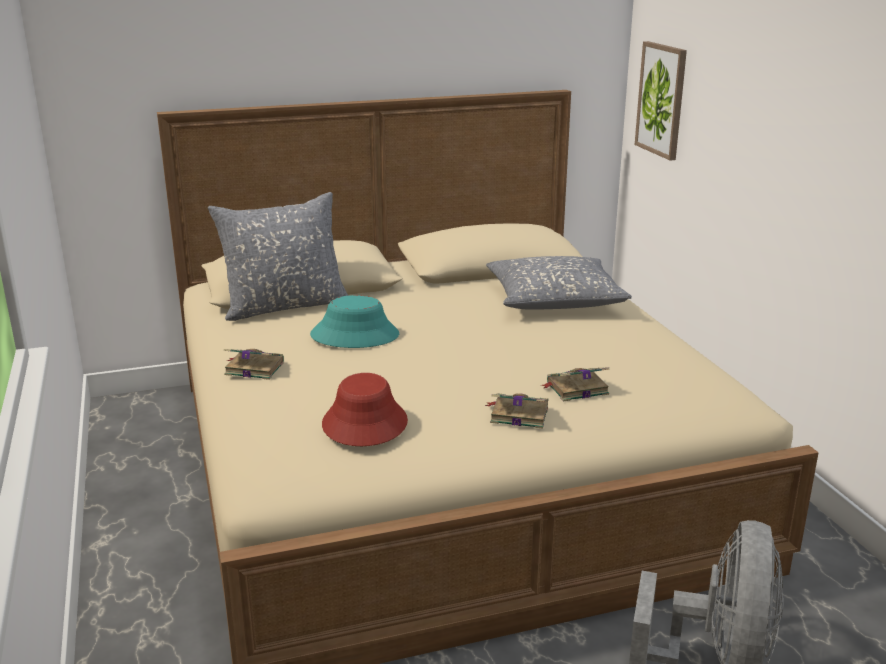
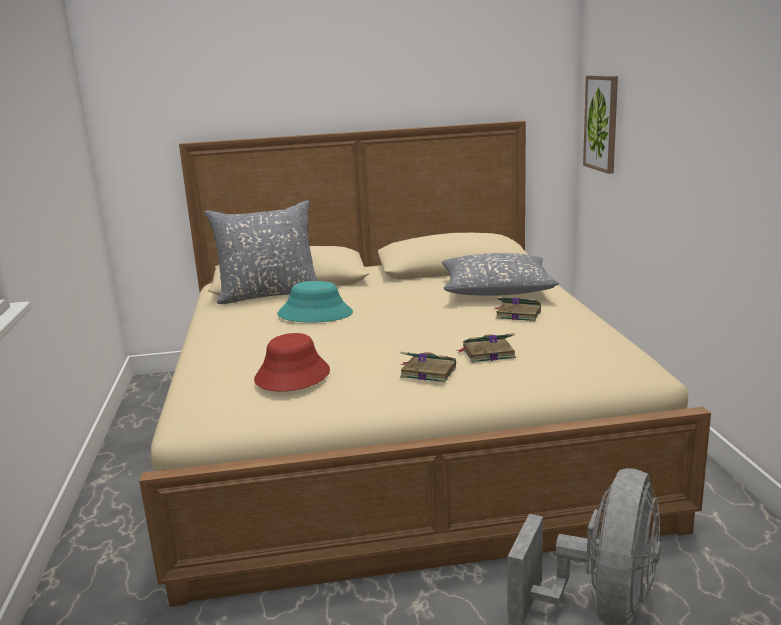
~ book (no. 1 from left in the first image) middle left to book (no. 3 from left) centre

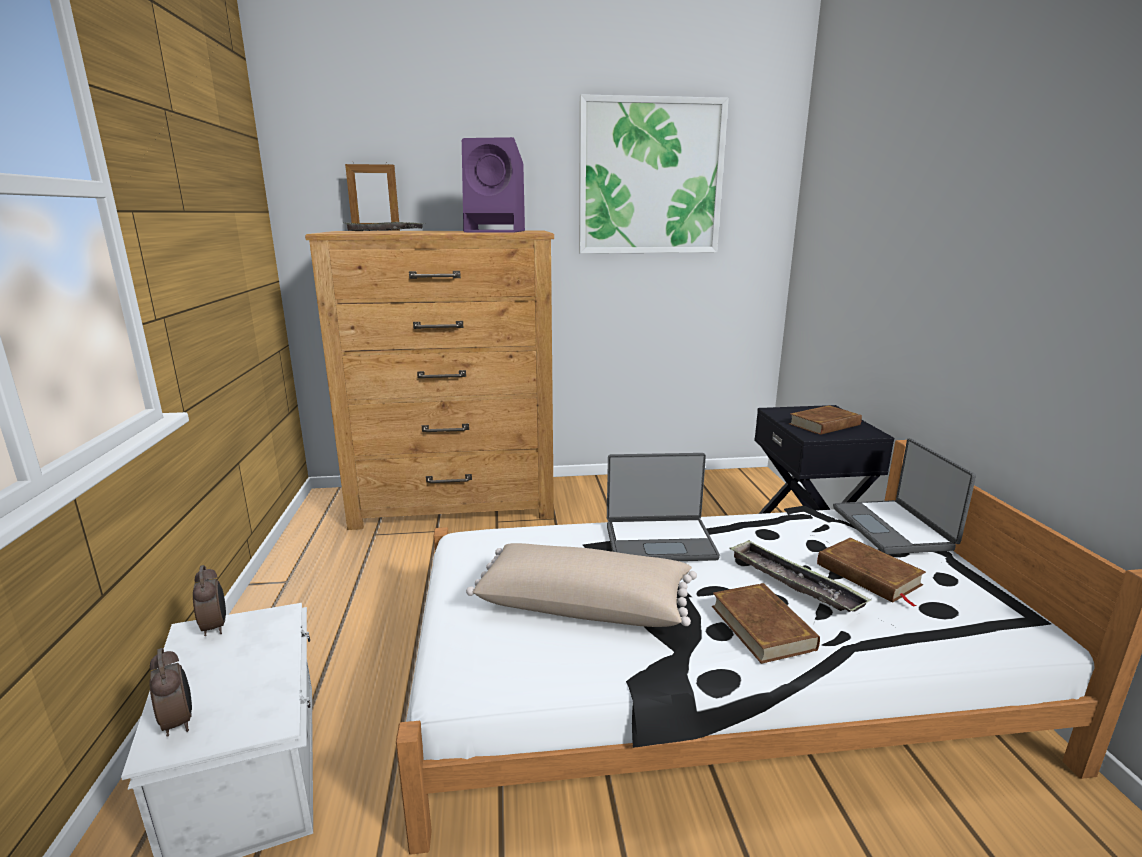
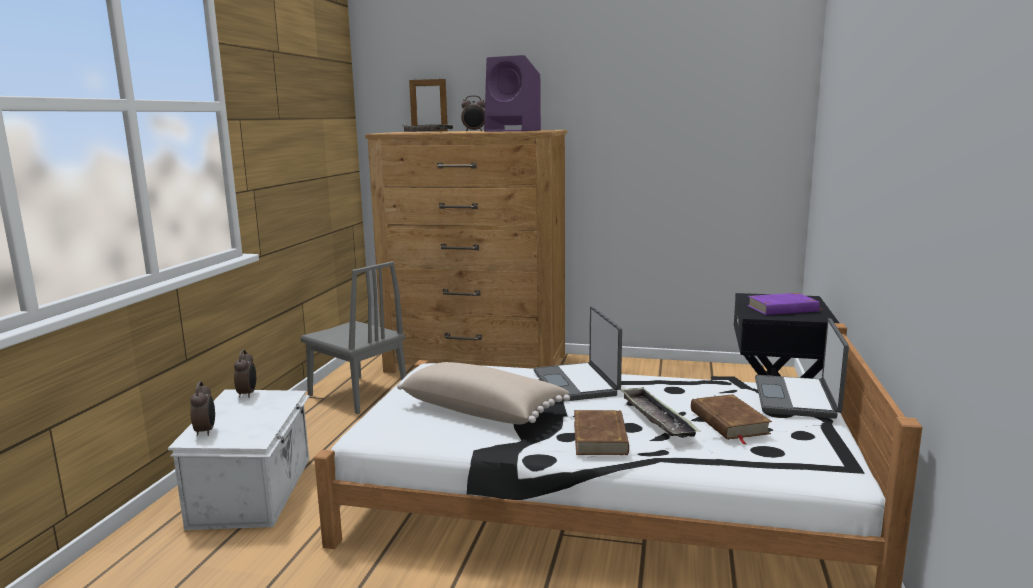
- picture top centre
+ grey chair centre
+ alarm clock (no. 3 from left) top centre
~ brown book (no. 2 from left) middle right to purple book middle right
~ laptop (no. 1 from left) centre = centre 60 degrees clockwise

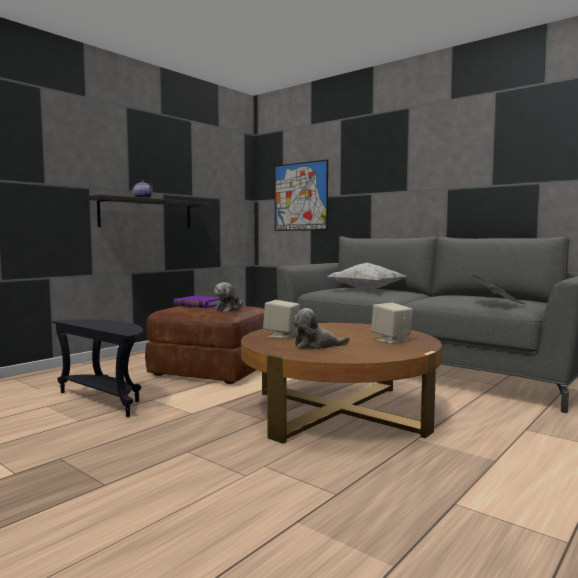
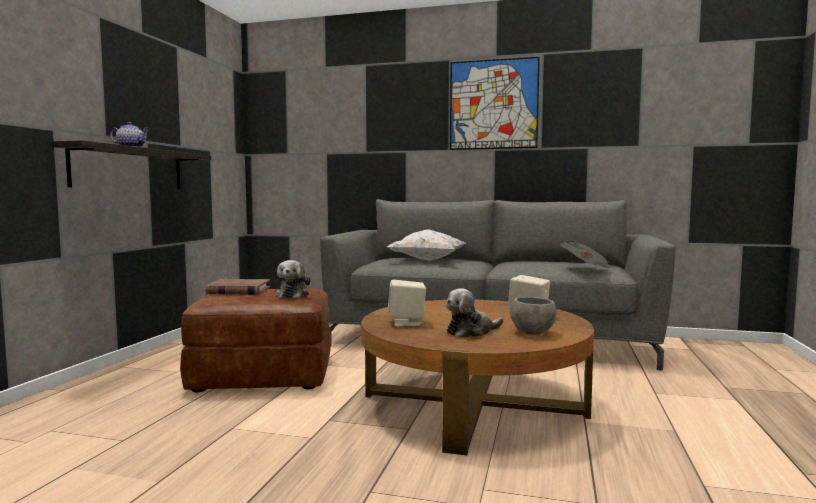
- black side table middle left
+ grey bowl centre
~ picture centre to top centre
~ purple book centre to brown book middle left

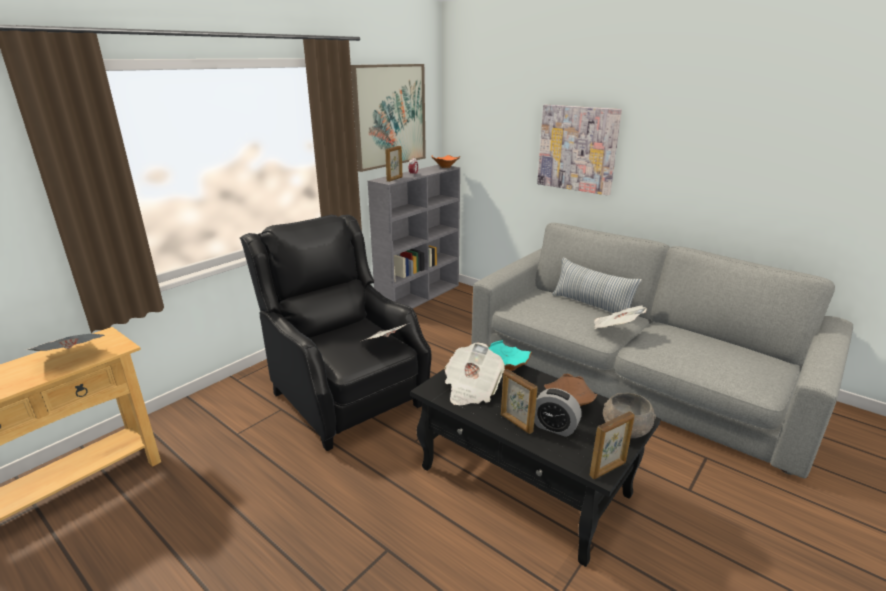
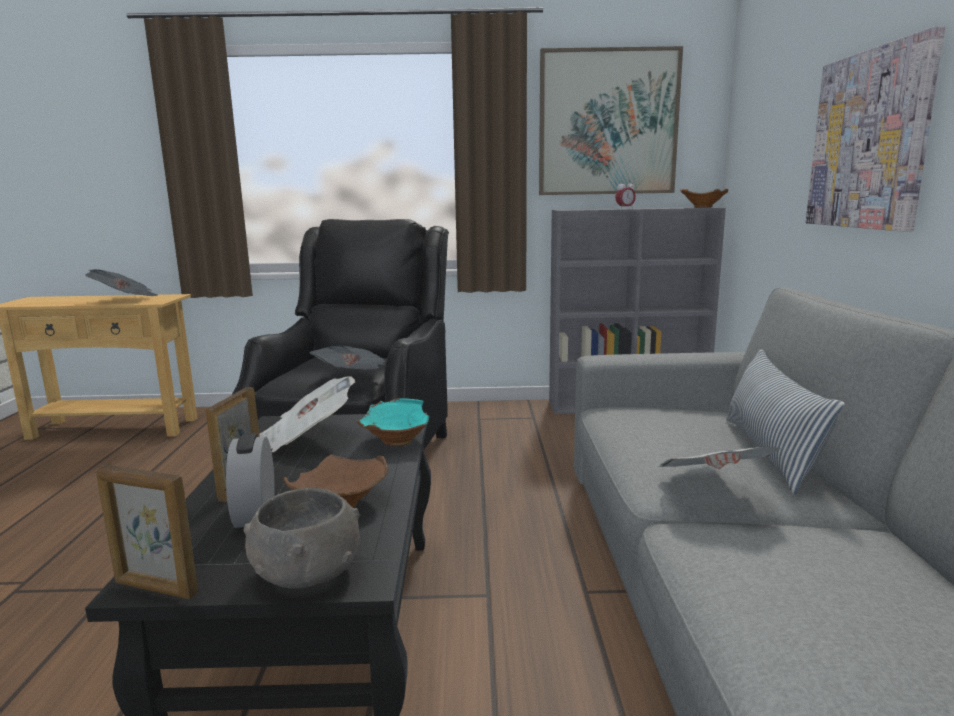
- picture frame (no. 1 from left) top centre

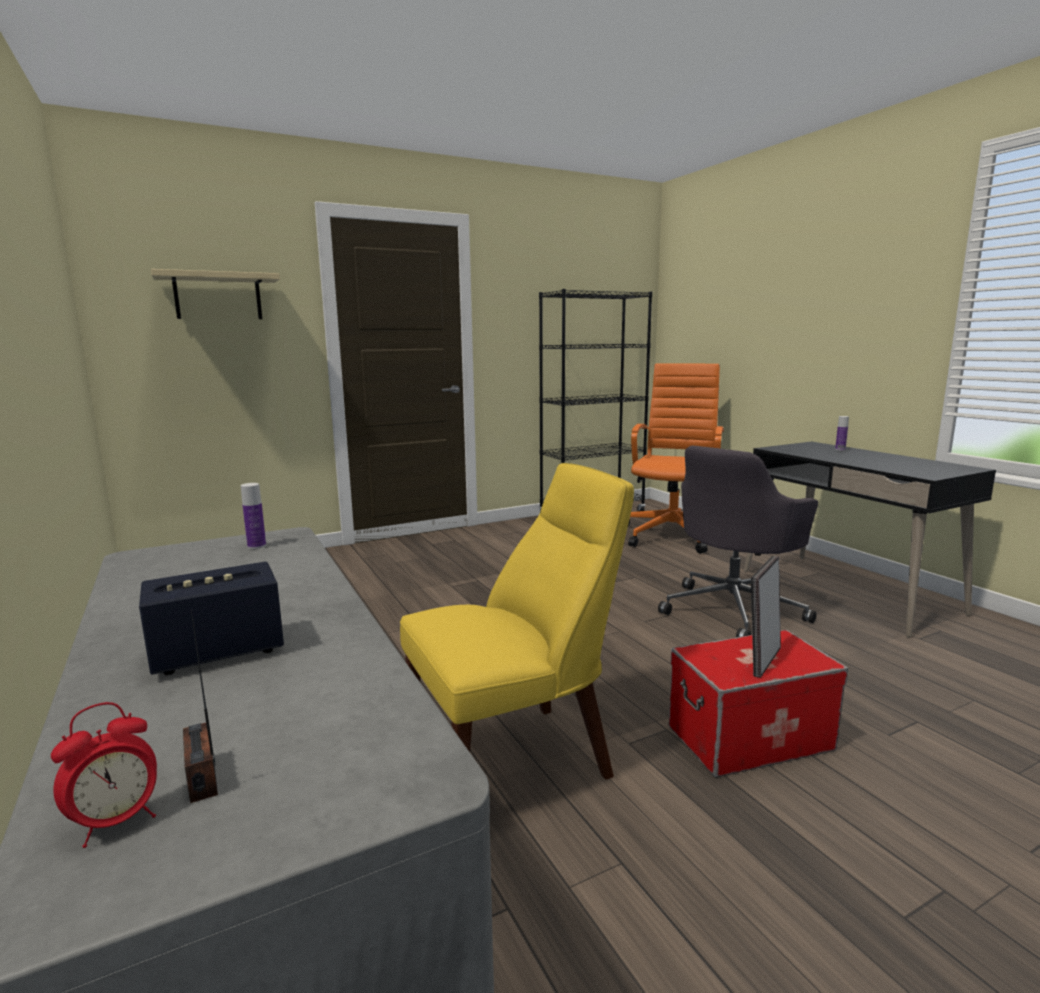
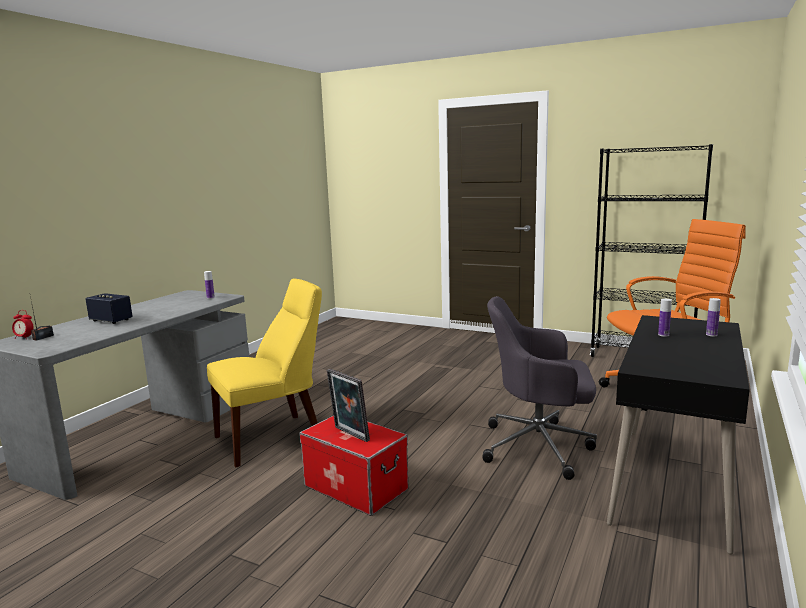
- beige shelf top left
+ bottle (no. 2 from left) middle right
~ yellow chair centre = middle left 60 degrees counterclockwise
~ picture frame middle right = centre 135 degrees counterclockwise

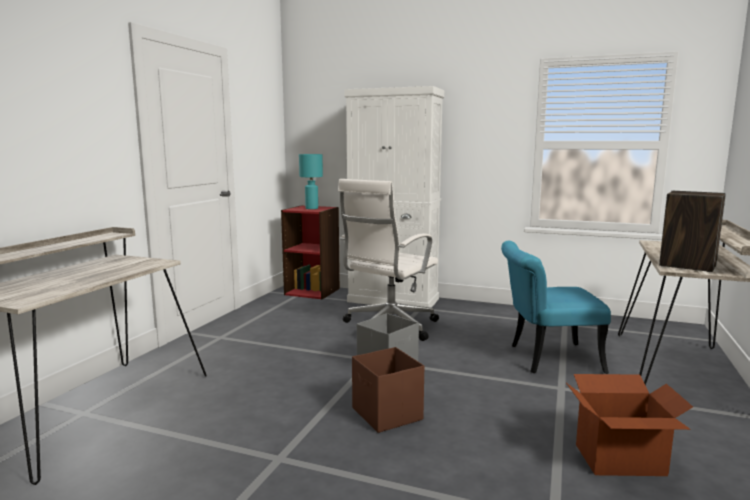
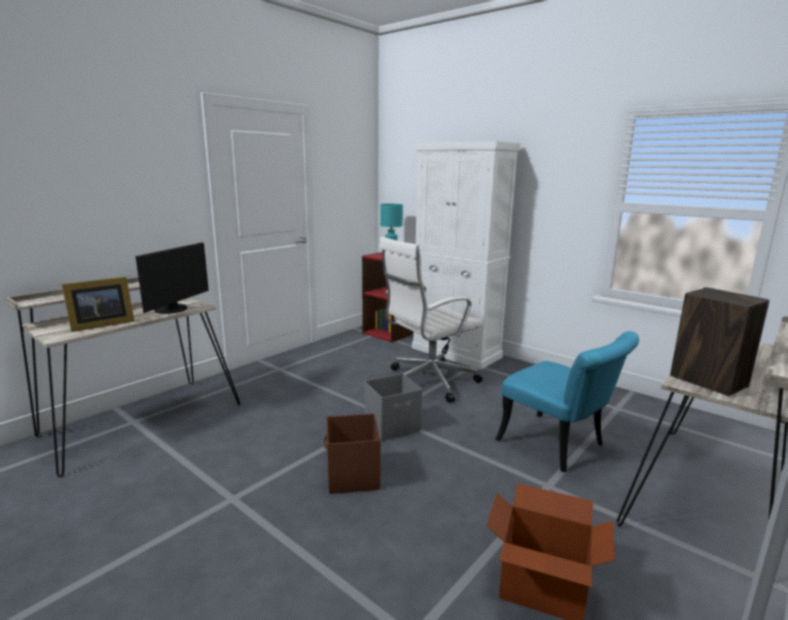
+ picture frame middle left
+ monitor middle left
~ turquoise chair middle right = middle right 150 degrees counterclockwise

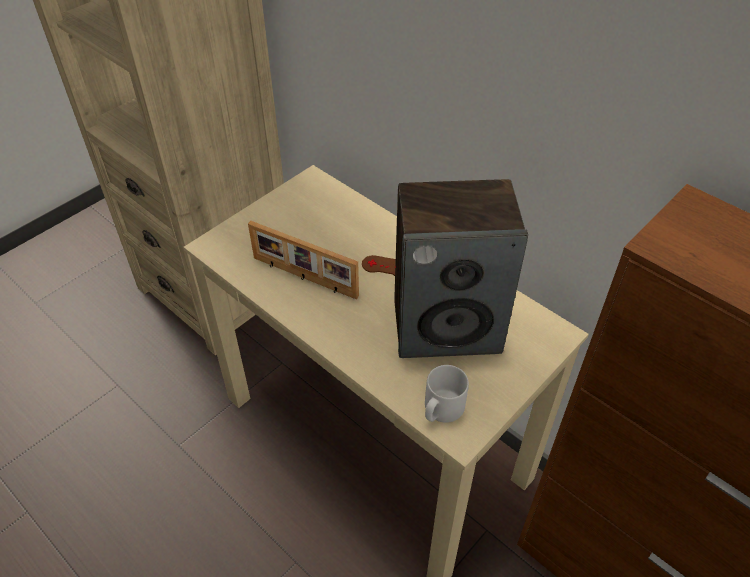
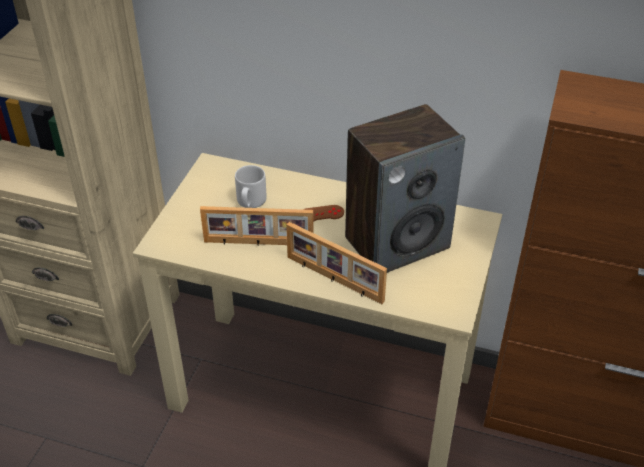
+ picture frame (no. 2 from left) centre
~ grey mug bottom centre to centre

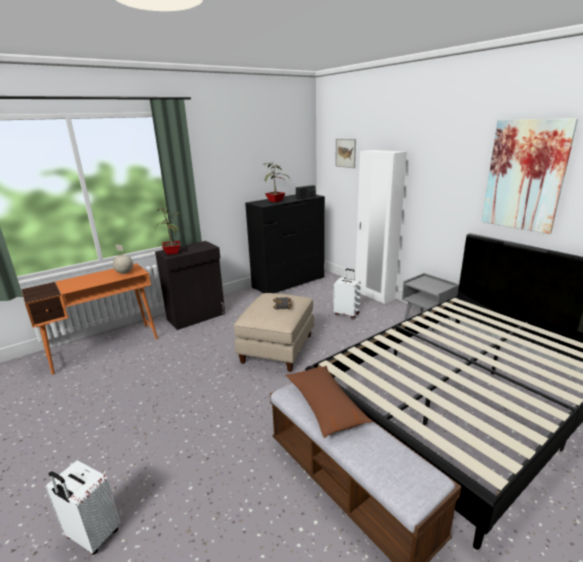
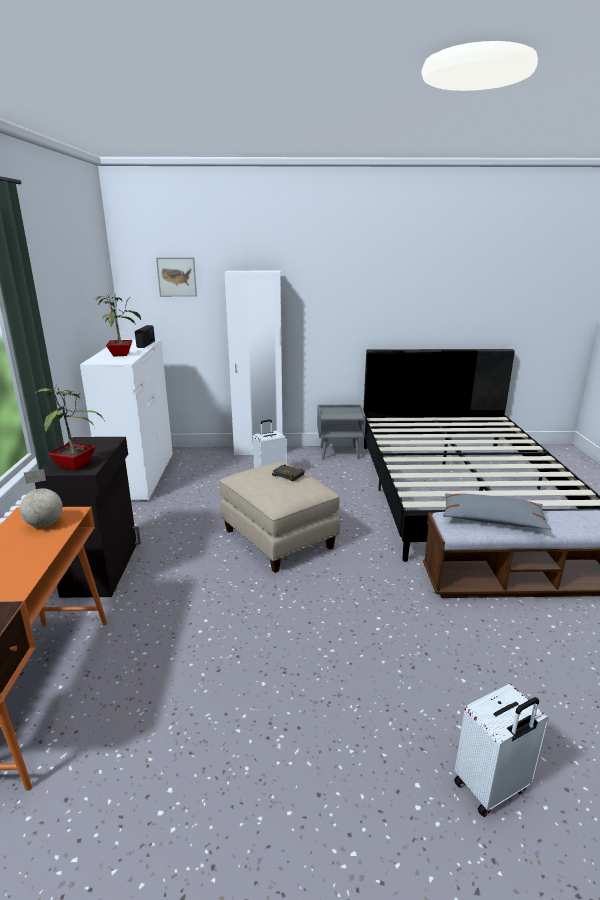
- picture (no. 2 from left) top right
~ black dresser centre to white dresser middle left
~ brown pillow bottom centre to grey pillow middle right

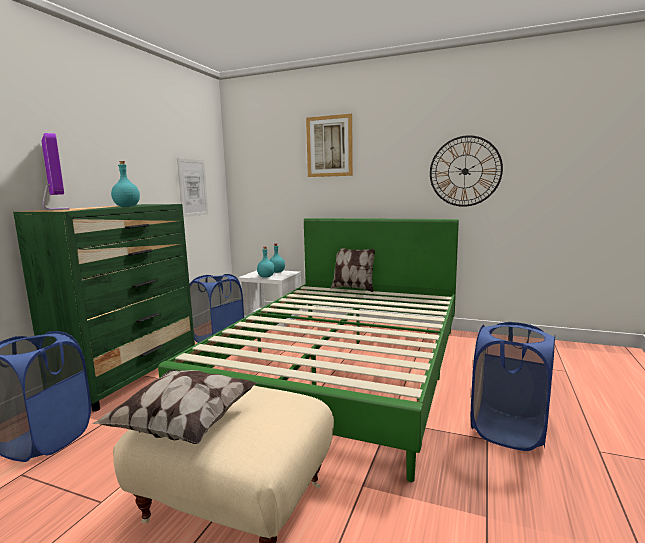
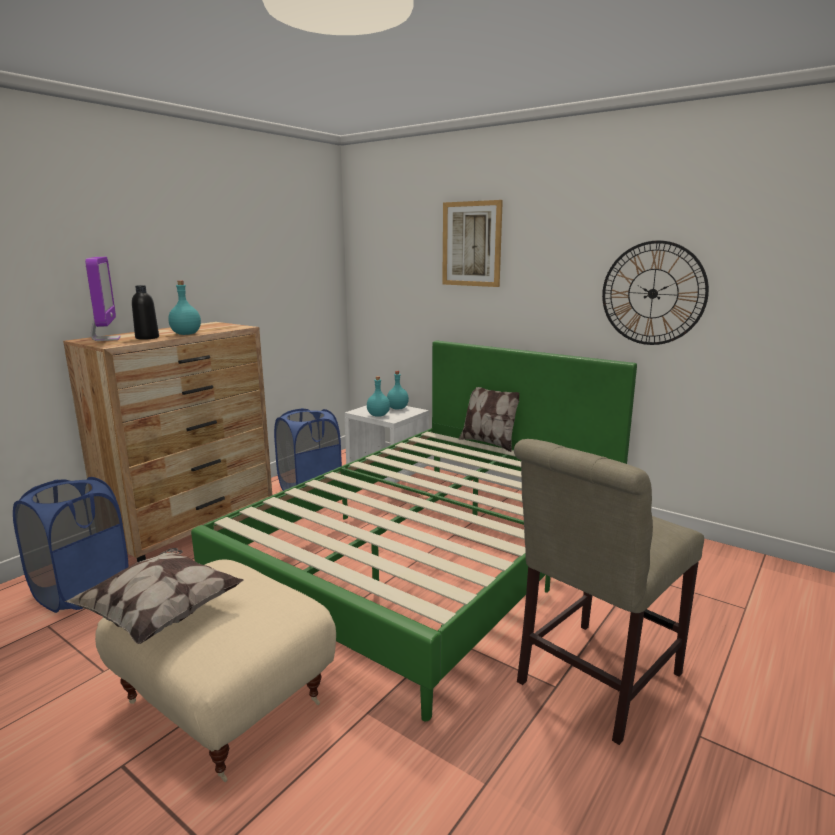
- picture (no. 1 from left) middle left
+ black bottle middle left
~ blue laundry basket (no. 3 from left) bottom right to beige chair bottom right
~ green dresser middle left to brown dresser middle left

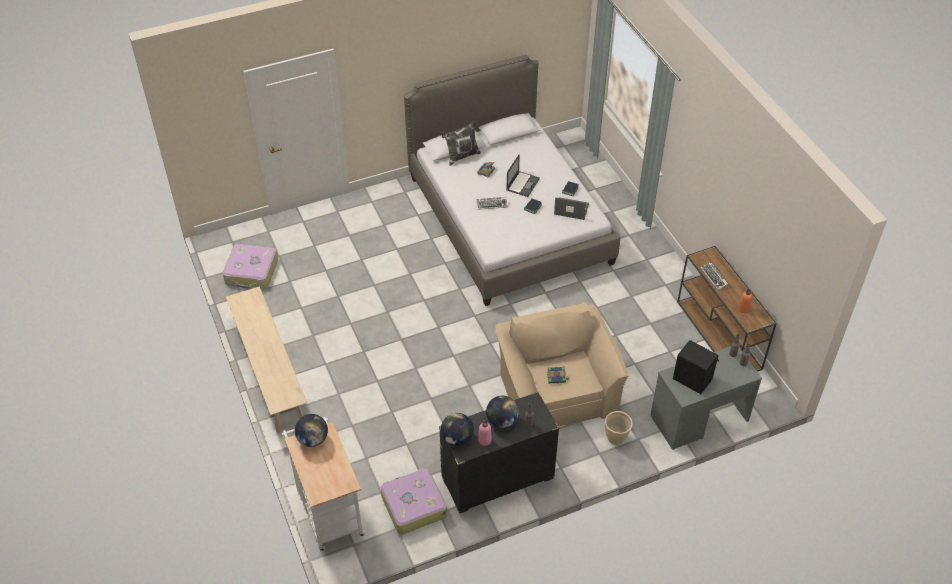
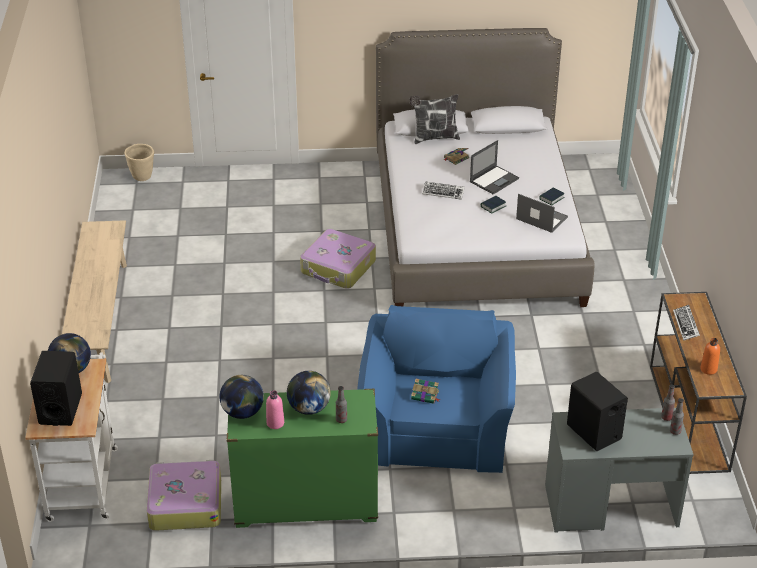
+ black speaker (no. 1 from left) bottom left
~ suitcase (no. 1 from left in the first image) middle left to suitcase (no. 2 from left) centre
~ beige planter bottom centre to top left
~ black dresser bottom centre to green dresser bottom centre
~ beige armchair centre to blue armchair bottom centre

